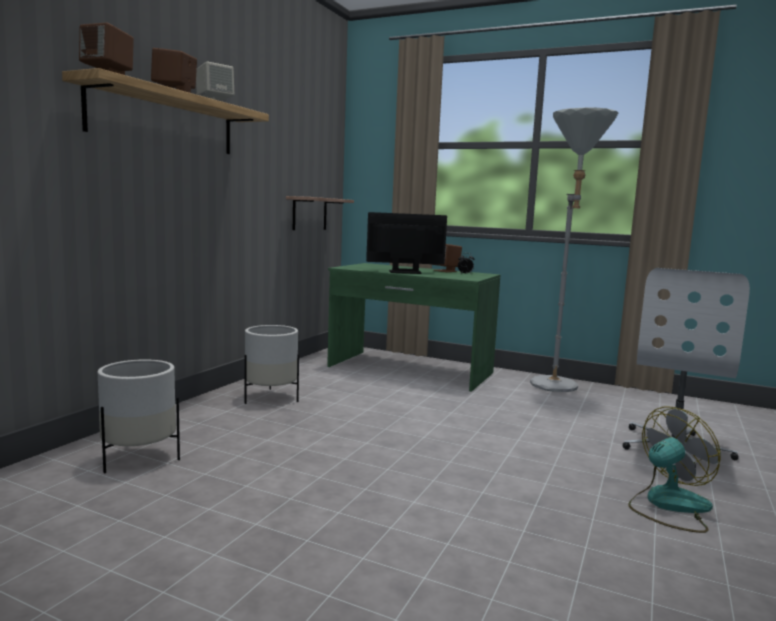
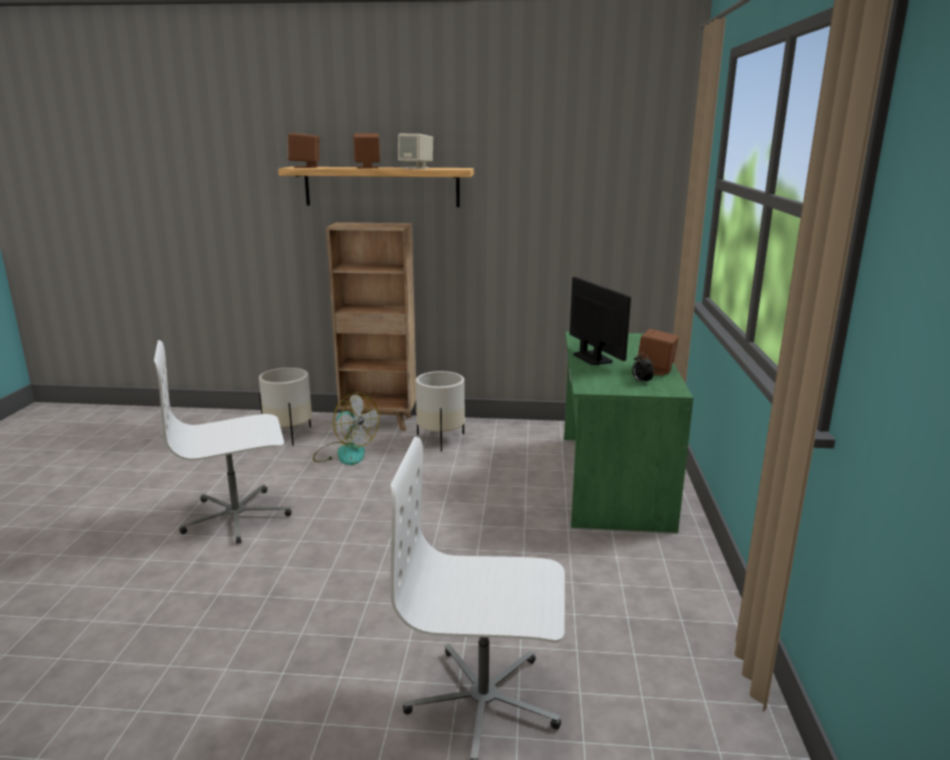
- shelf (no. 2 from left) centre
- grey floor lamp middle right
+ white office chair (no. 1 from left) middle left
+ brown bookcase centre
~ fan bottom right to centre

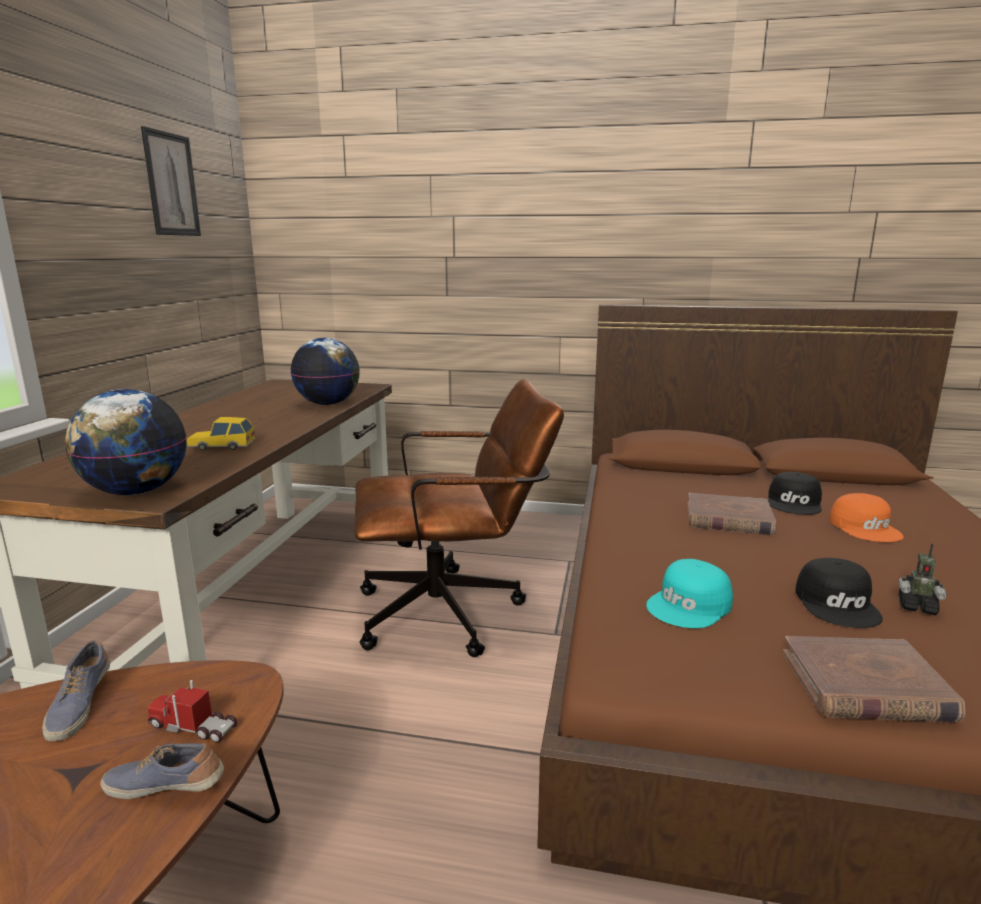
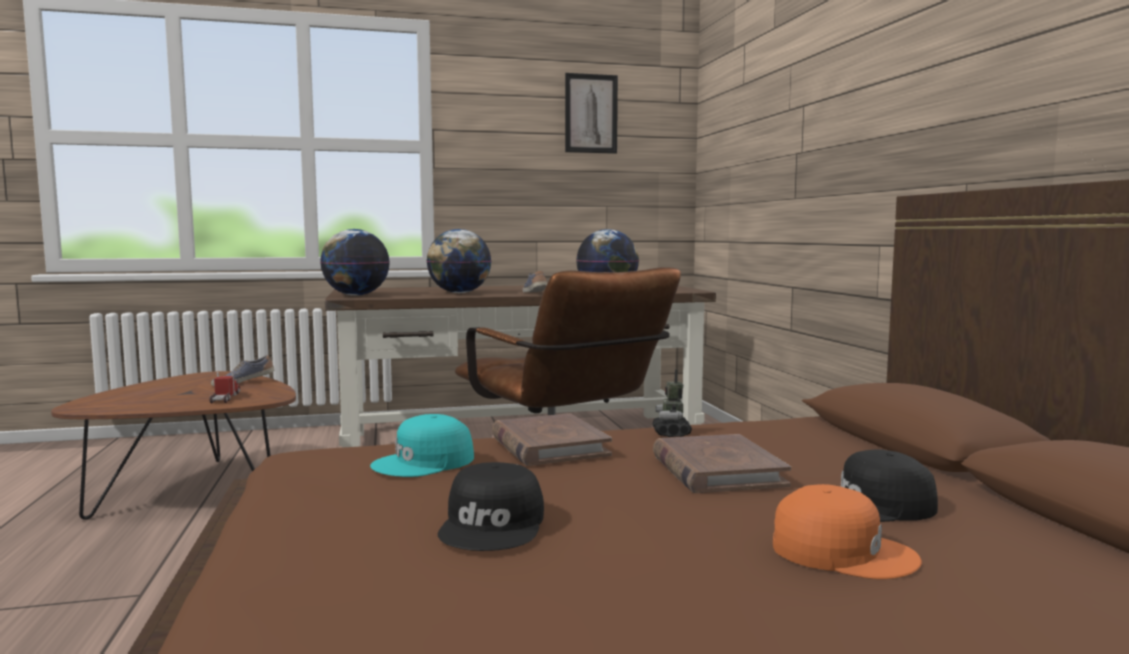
~ shoe (no. 2 from left) bottom left to centre
~ brown book (no. 2 from left in the first image) bottom right to brown book (no. 1 from left) bottom centre
~ toy robot middle right to centre
~ toy car middle left to globe (no. 2 from left) centre
~ turquoise cap middle right = bottom centre 60 degrees counterclockwise
~ black cap (no. 2 from left in the first image) middle right = bottom centre 60 degrees counterclockwise
~ orange cap middle right = bottom right 120 degrees counterclockwise

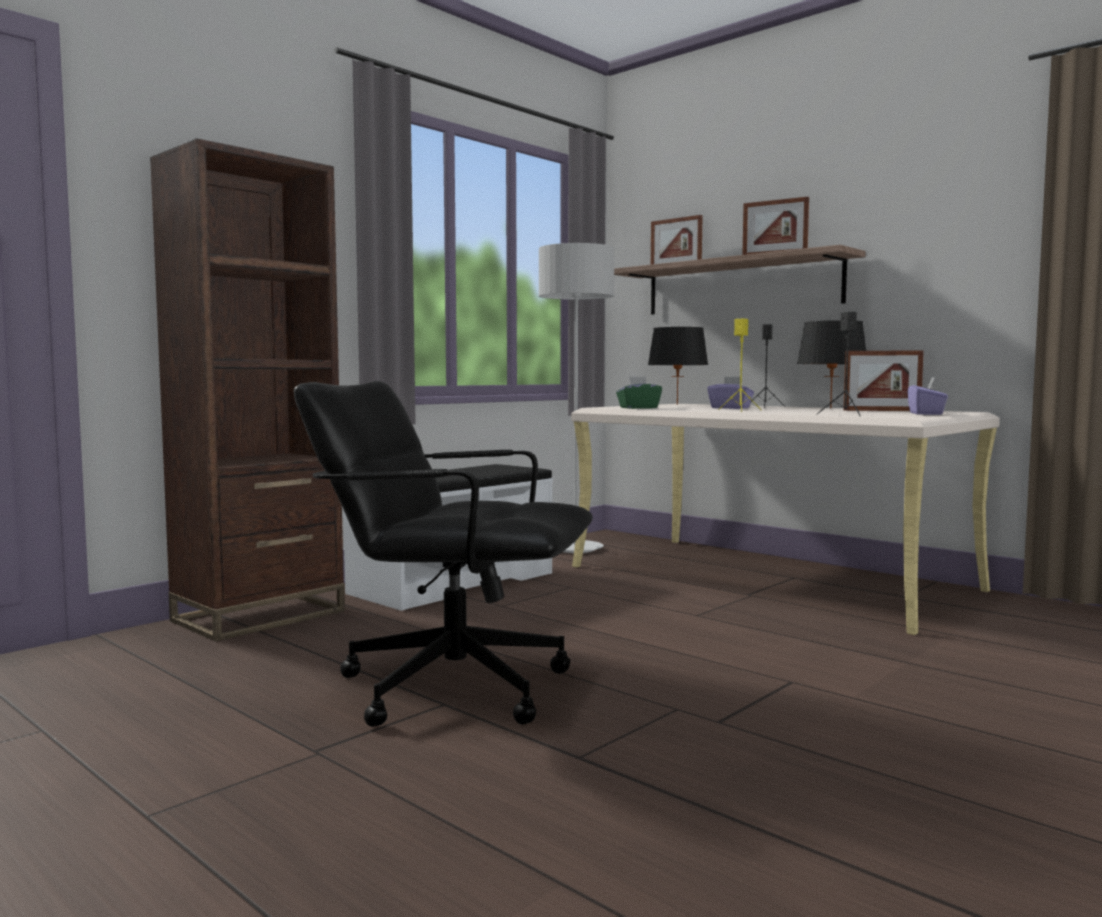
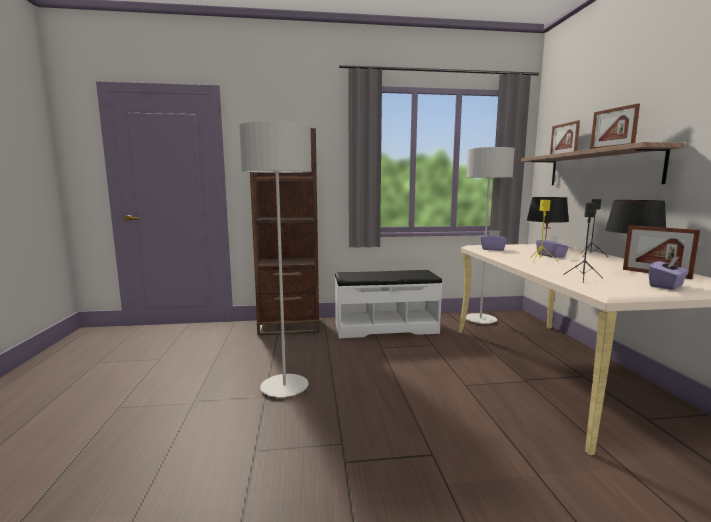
~ black office chair centre to grey floor lamp (no. 1 from left) centre
~ green tissue box centre to purple tissue box (no. 1 from left) middle right

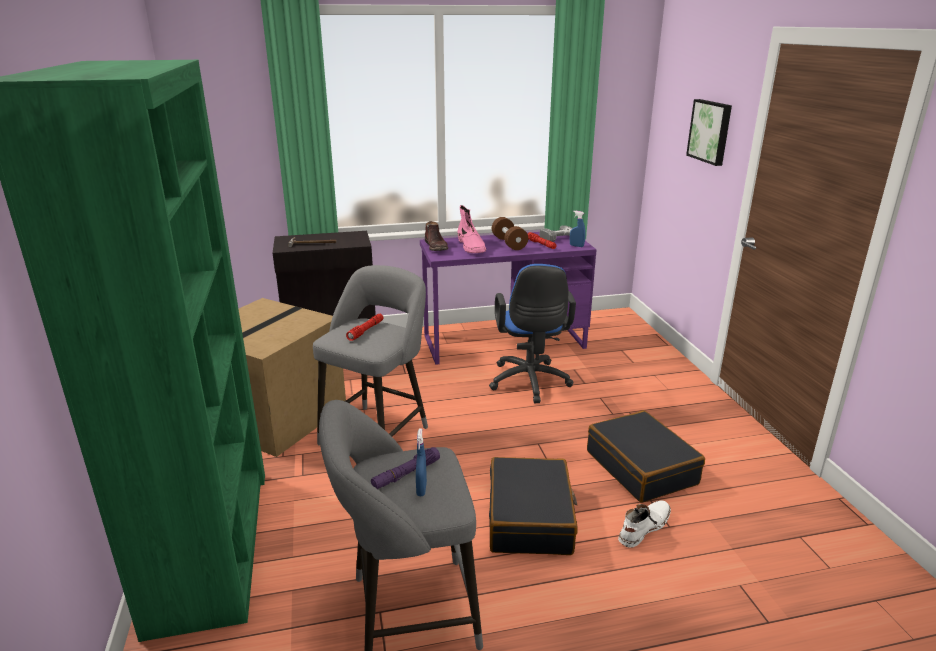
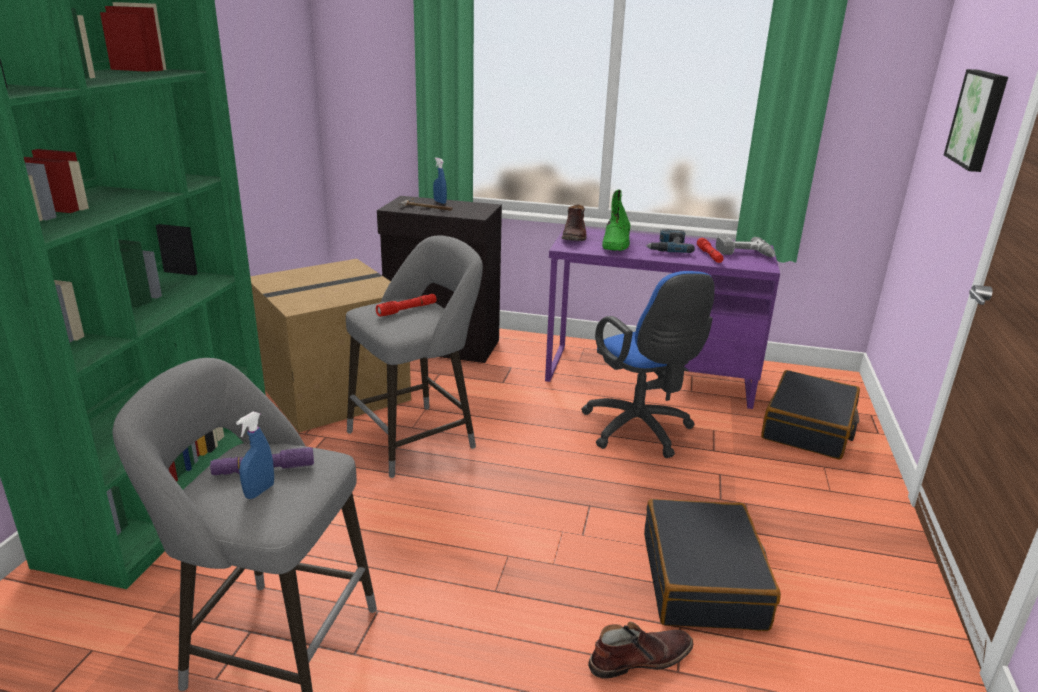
~ black suitcase (no. 1 from left in the first image) bottom centre to black suitcase (no. 2 from left) middle right
~ blue spray bottle (no. 2 from left) centre to top centre
~ brown dumbbell centre to power drill (no. 1 from left) centre
~ pink boot centre to green boot top centre
~ white boot bottom right to brown boot (no. 2 from left) bottom centre
~ blue office chair centre = centre 45 degrees counterclockwise

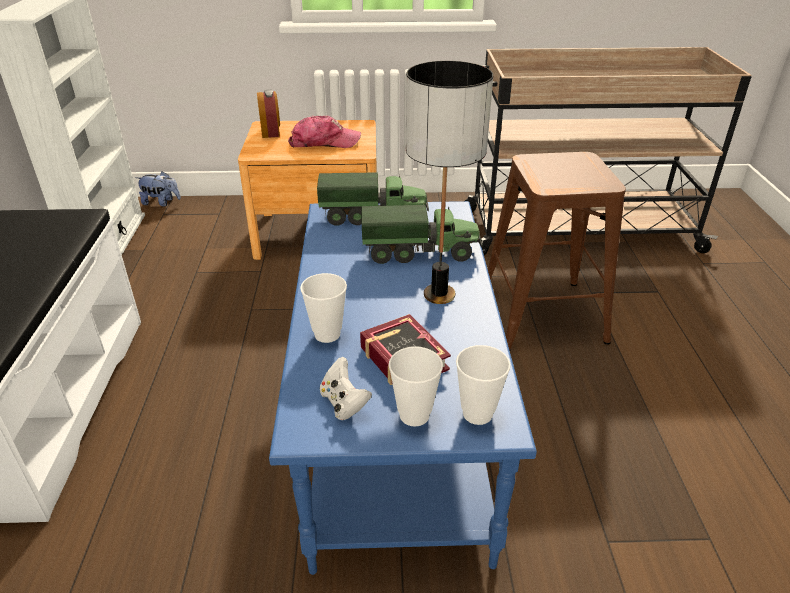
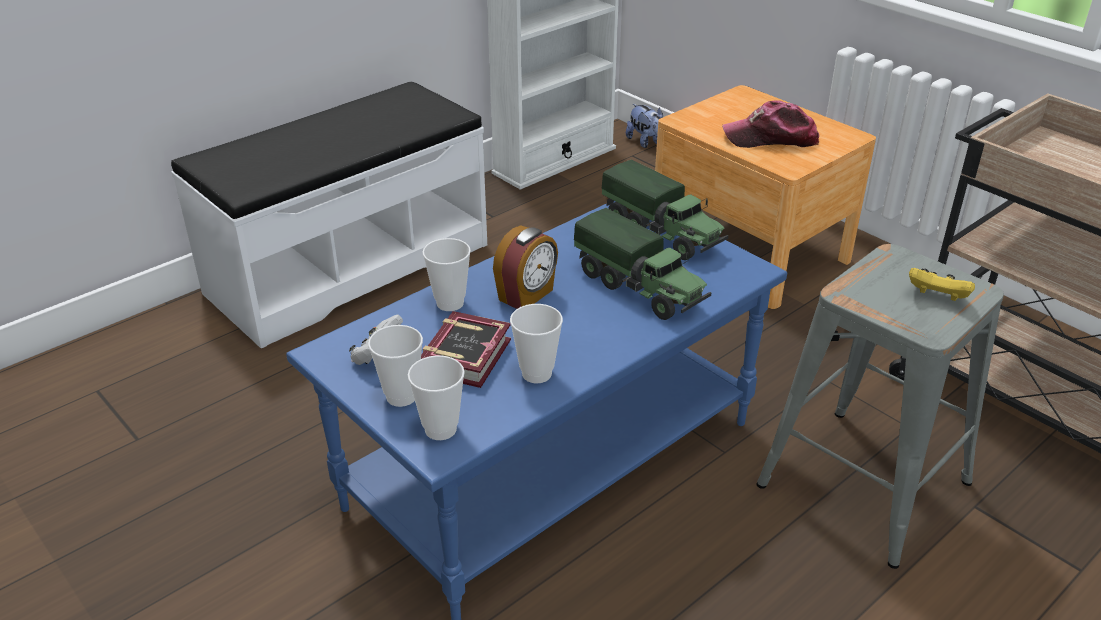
- table lamp top centre
+ cup (no. 4 from left) centre
+ yellow game controller middle right
~ alarm clock top centre to centre
~ brown stool middle right to grey stool middle right
~ cap top centre = top right 135 degrees clockwise

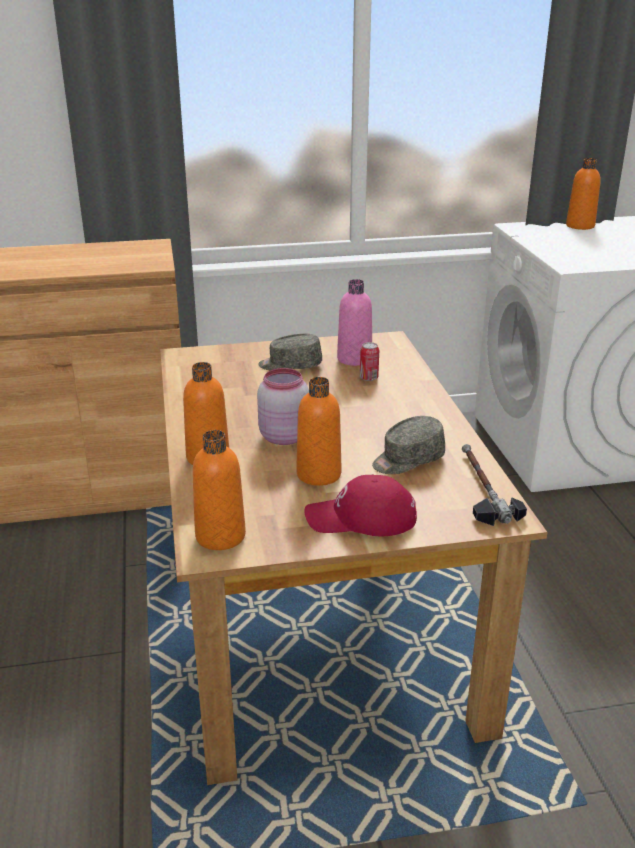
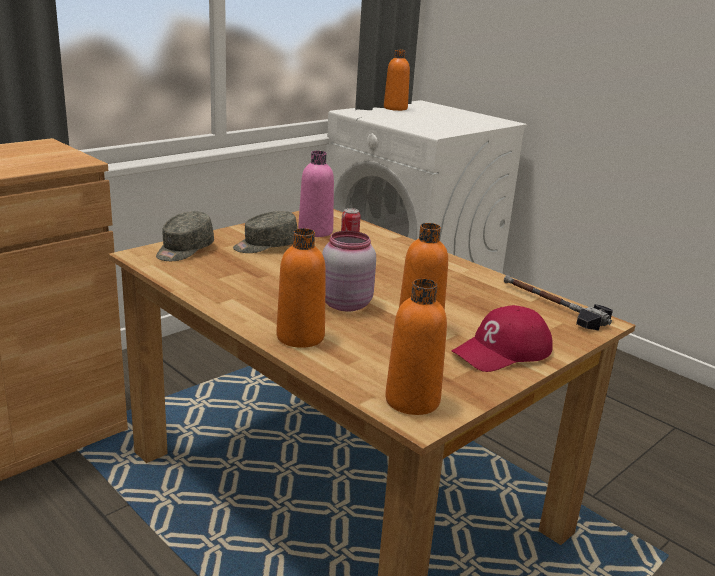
~ grey cap (no. 2 from left in the first image) centre to grey cap (no. 1 from left) middle left

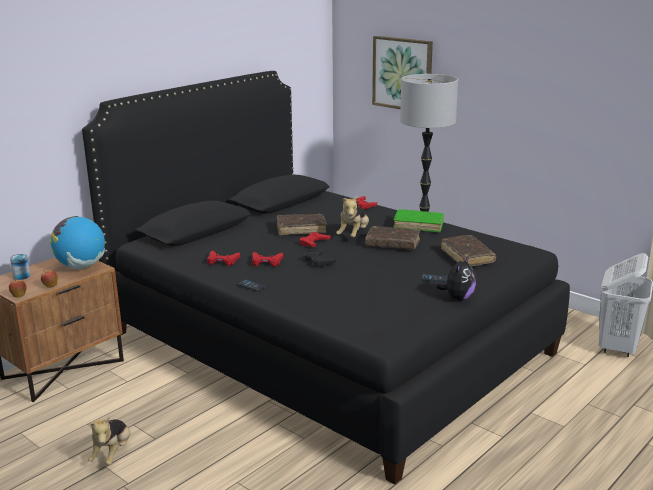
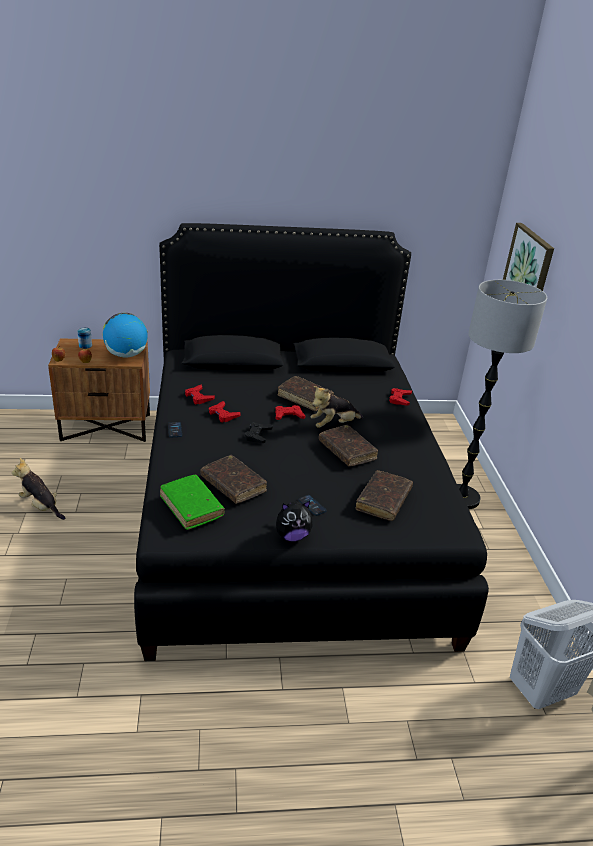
+ brown book (no. 1 from left) centre
~ green book centre to middle left
~ plush toy (no. 1 from left) bottom left = middle left 75 degrees clockwise

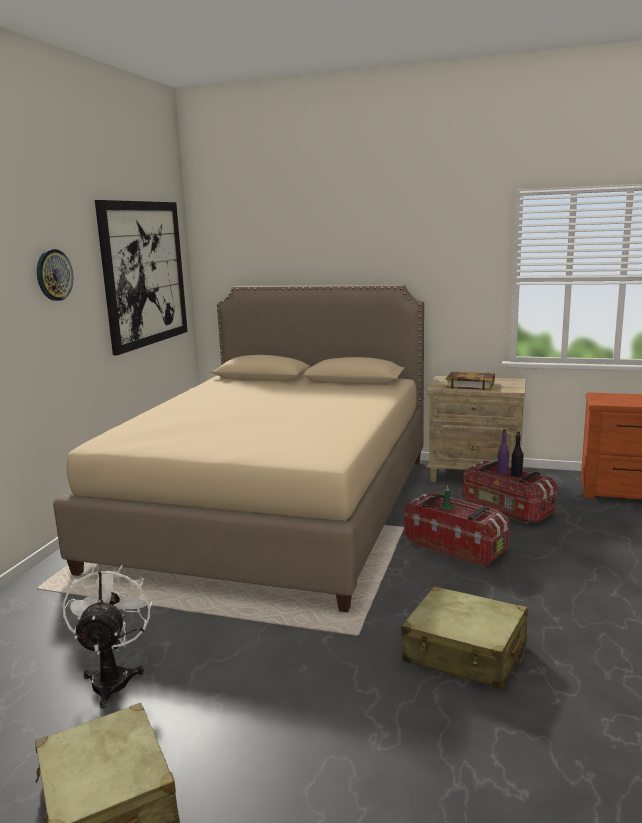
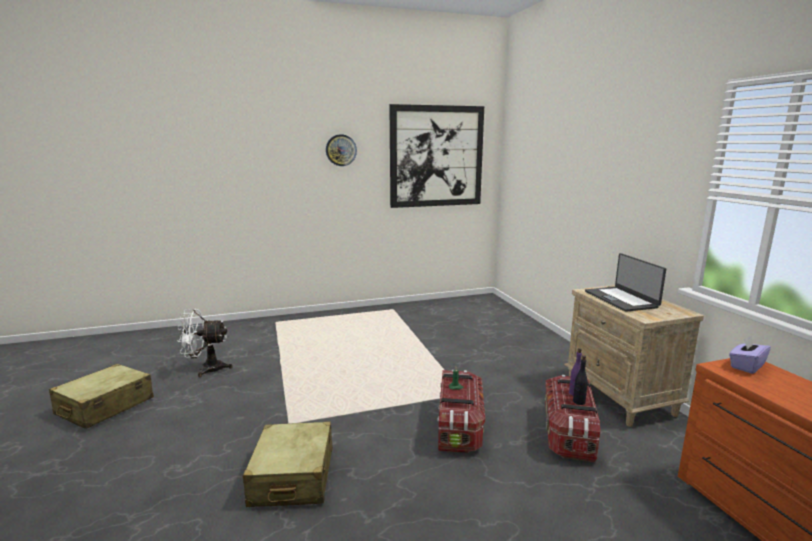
- beige bed centre
+ purple tissue box middle right
~ book middle right to laptop middle right
~ white fan bottom left = middle left 150 degrees counterclockwise

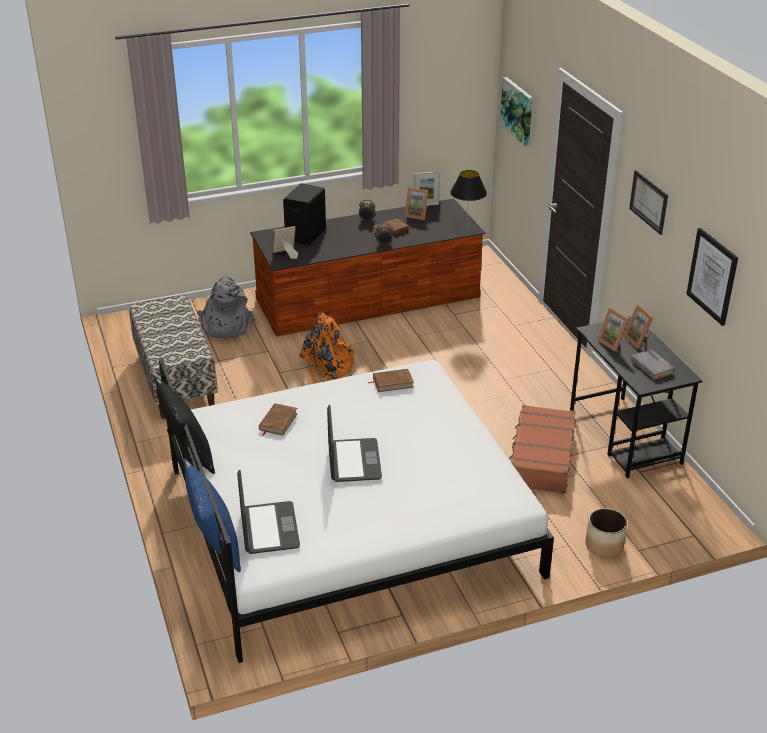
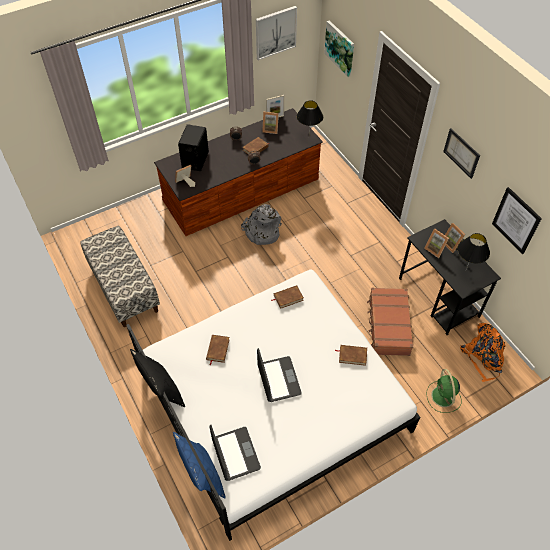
+ picture (no. 1 from left) top centre
+ brown book (no. 4 from left) centre
~ grey backpack middle left to centre
~ orange backpack centre to middle right
~ planter bottom right to green fan bottom right
~ grey book middle right to black table lamp (no. 2 from left) middle right

